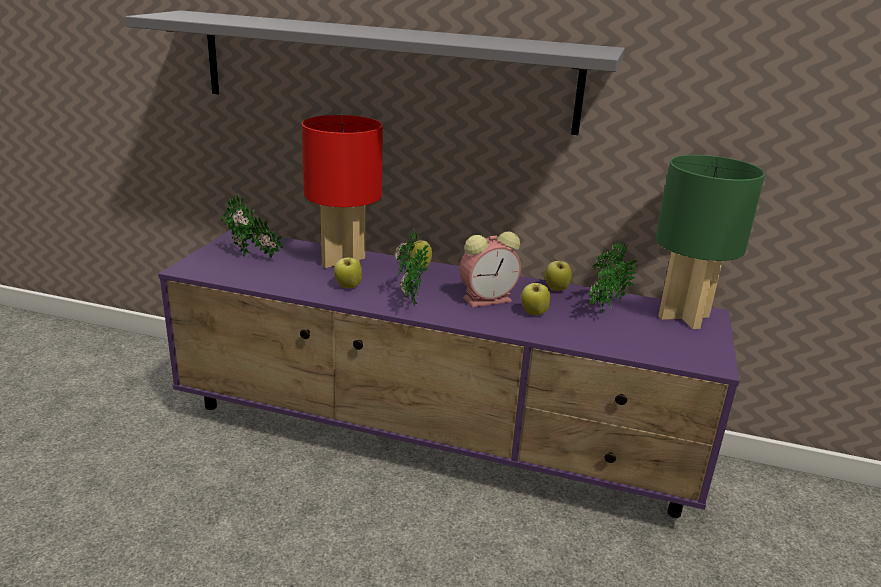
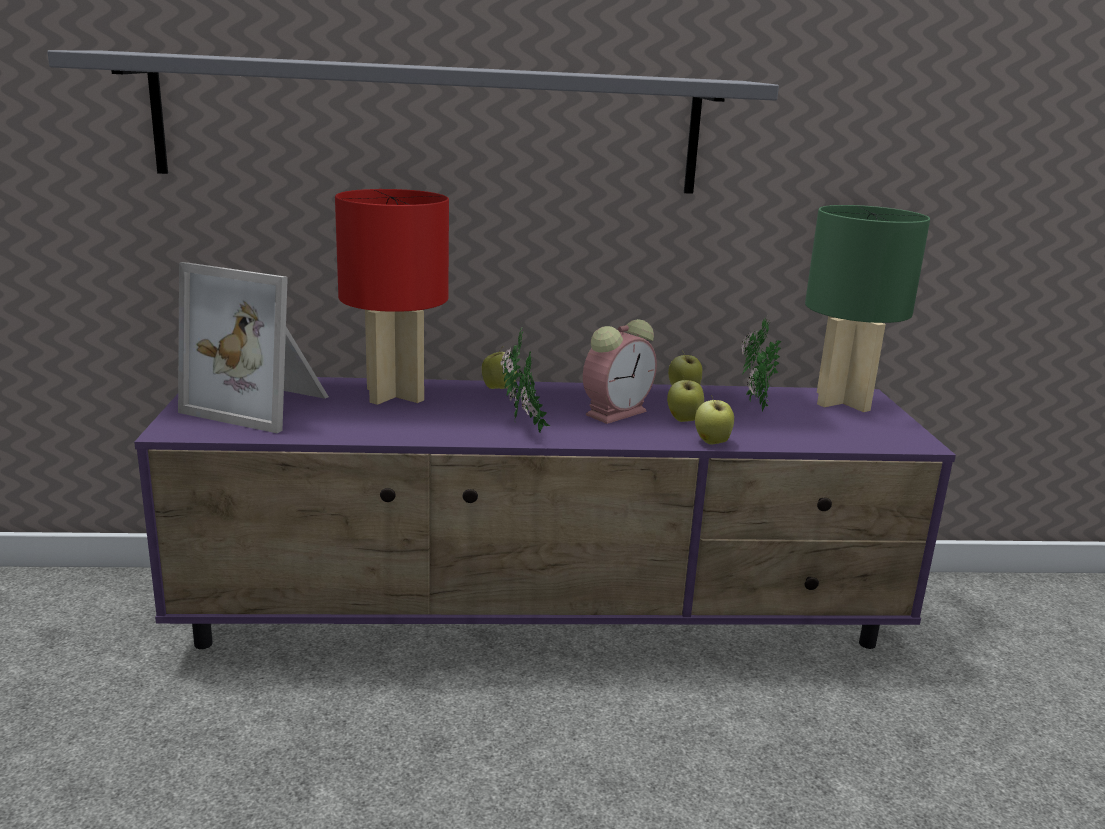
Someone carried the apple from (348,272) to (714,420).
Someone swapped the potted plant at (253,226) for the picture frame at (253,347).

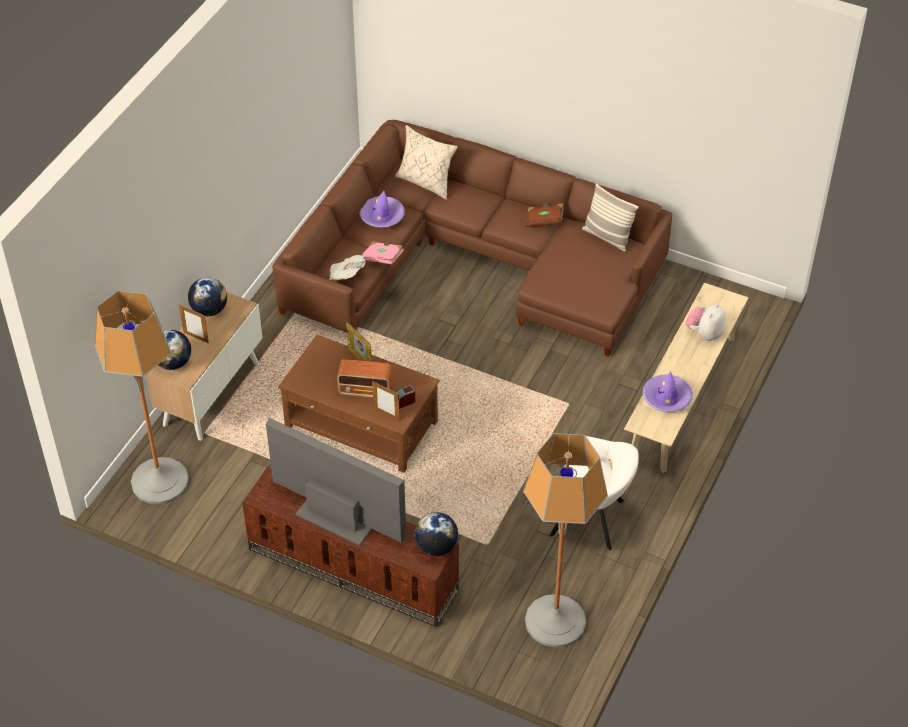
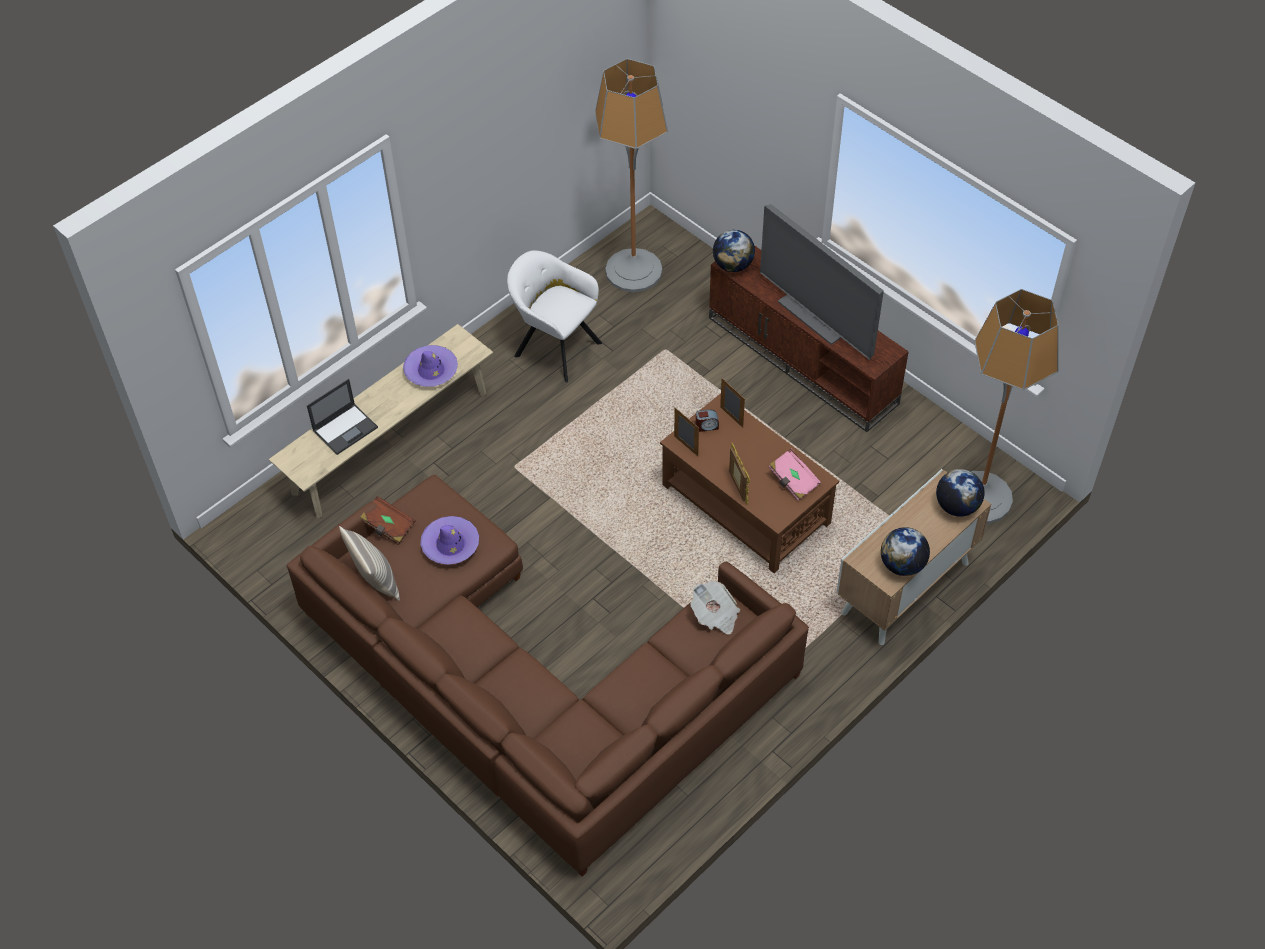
Someone took away the radio at (364,378).
Someone took away the pillow/beige at (426,162).
Someone carried the picture frame from (194,324) to (686,432).
Someone carried the hat/purple from (382,209) to (449,540).
Someone carried the book/pink from (383,252) to (795,475).
Someone carried the book/brown from (545,215) to (388,520).
Someone swapped the plush toy at (706,322) for the laptop at (342,417).

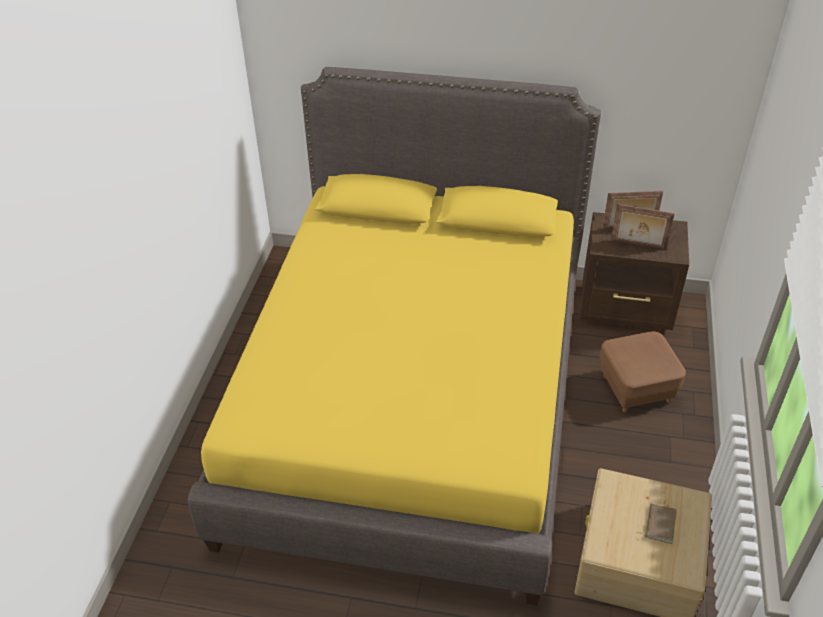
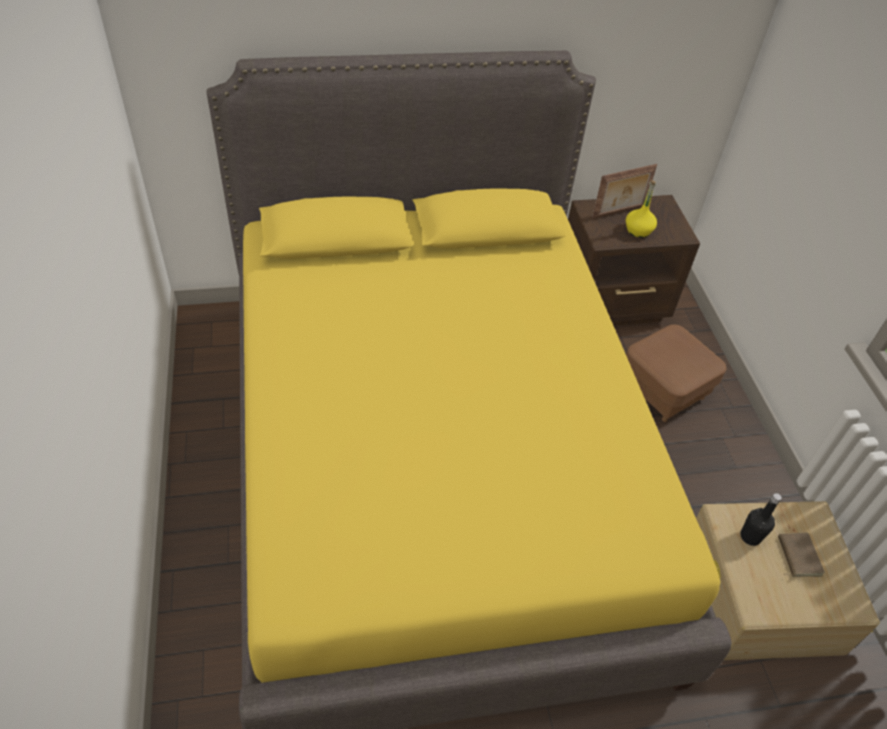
Someone put down the bottle/black at (761,519).
Someone swapped the picture frame at (643,226) for the bottle/yellow at (641,209).

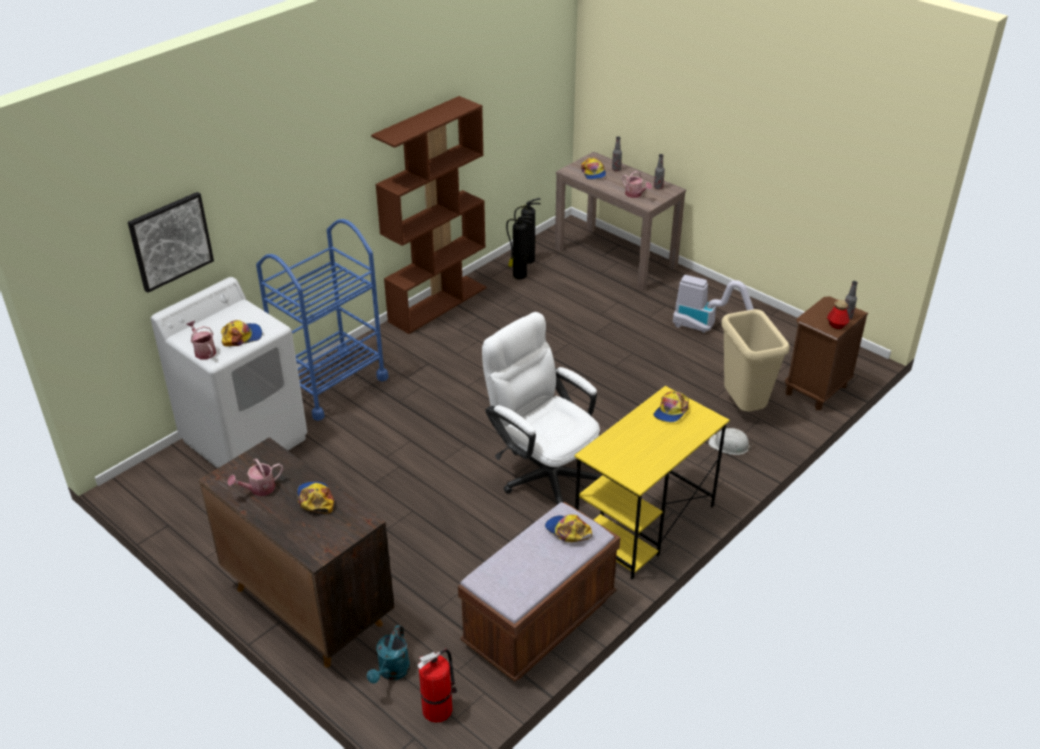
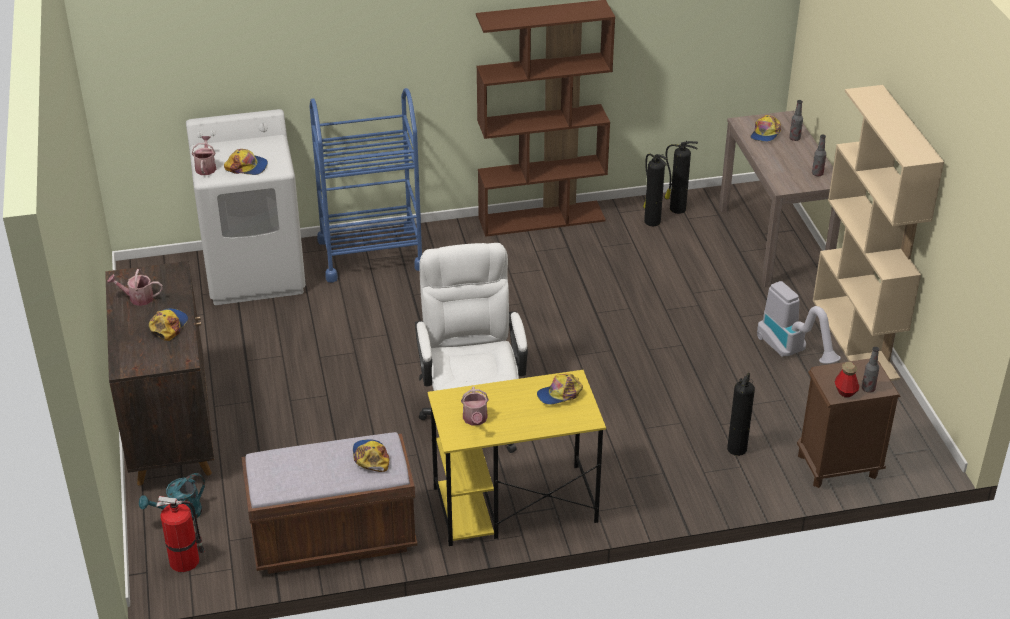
Someone took away the picture at (171,242).
Someone took away the hard hat/white at (730,441).
Someone put down the bookcase/beige at (878,233).
Someone carried the watering can from (637,184) to (475,406).
Someone swapped the trash can/beige at (755,360) for the fire extinguisher at (741,414).

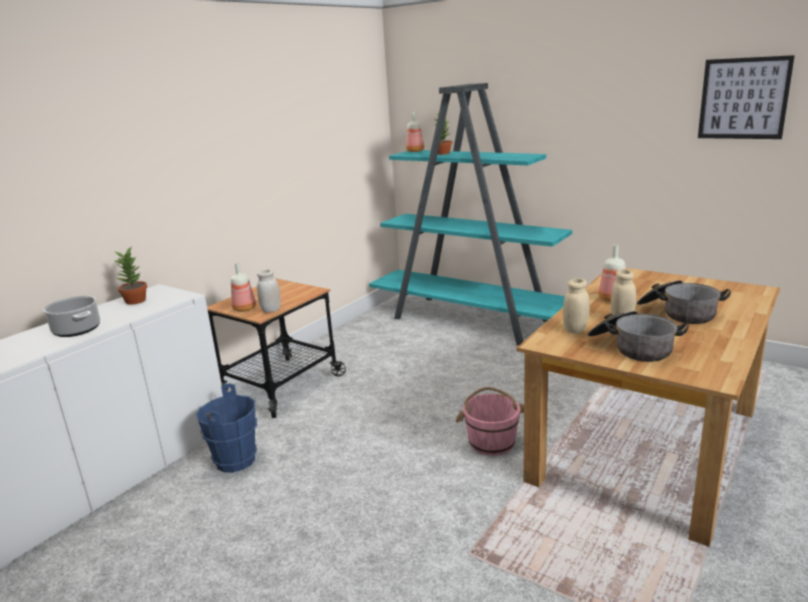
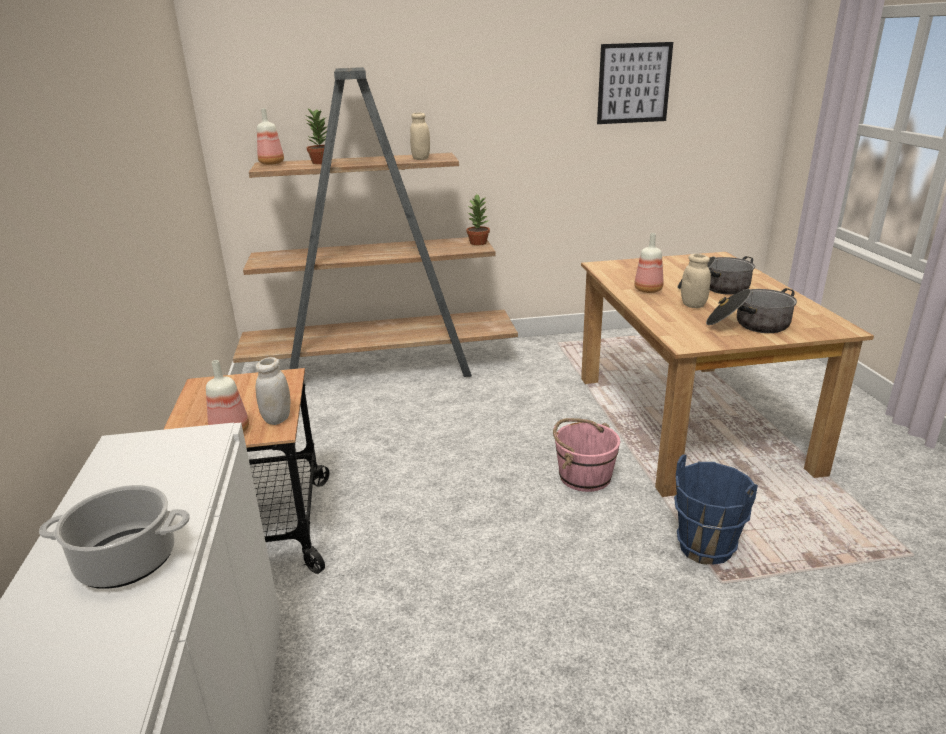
Someone carried the potted plant from (130,276) to (478,220).
Someone carried the bucket/blue from (226,428) to (716,509).
Someone carried the jar/beige from (576,306) to (420,136).
Someone repainted the bookcase/turquoise at (470,214), which became the bookcase/brown at (375,222).

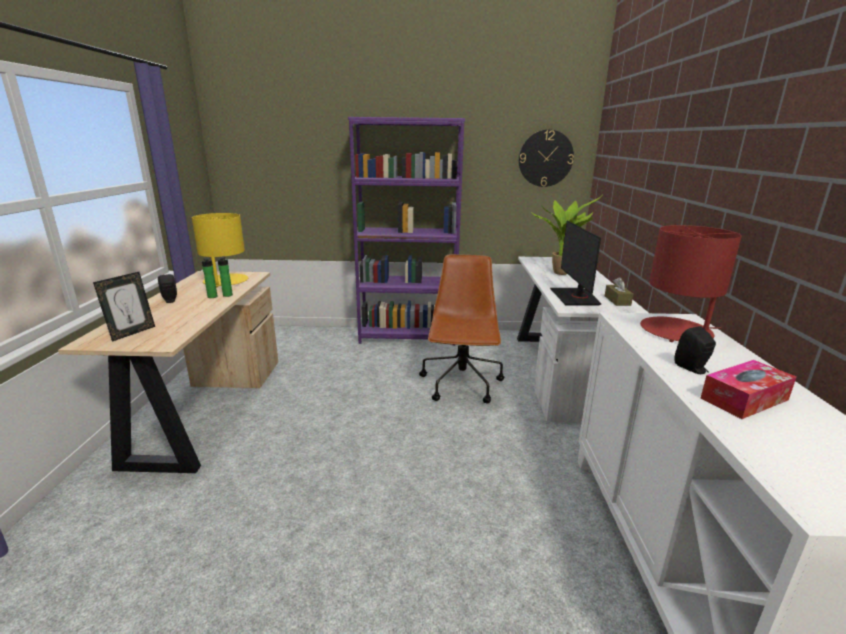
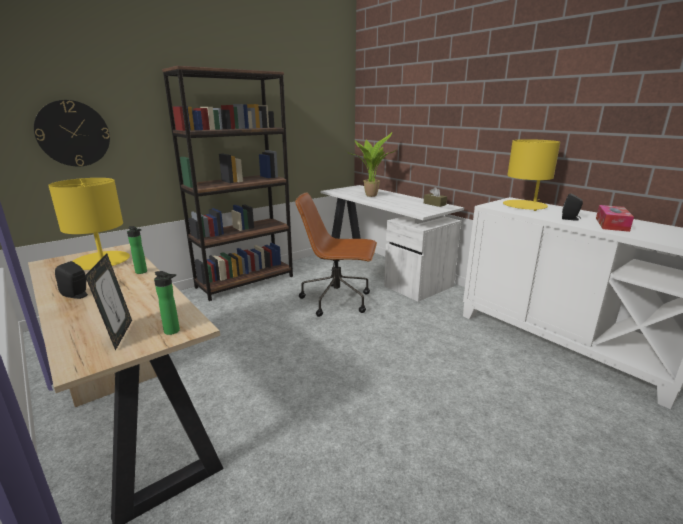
Someone took away the monitor at (575,263).
Someone carried the bottle from (209,277) to (167,303).
Someone carried the wall clock from (546,158) to (72,133).
Someone repainted the bookcase/purple at (406,231), which became the bookcase/brown at (227,183).
Someone repainted the table lamp/red at (691,283), which became the table lamp/yellow at (531,175).
Someone rotated the office chair/brown at (461,328) by 45 degrees counterclockwise.

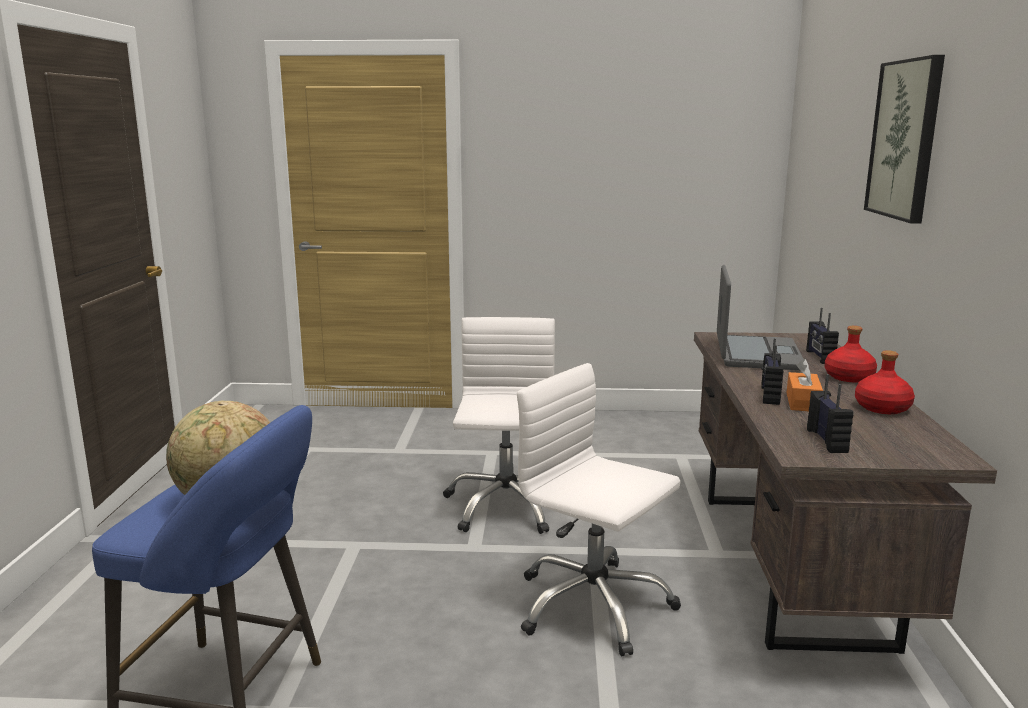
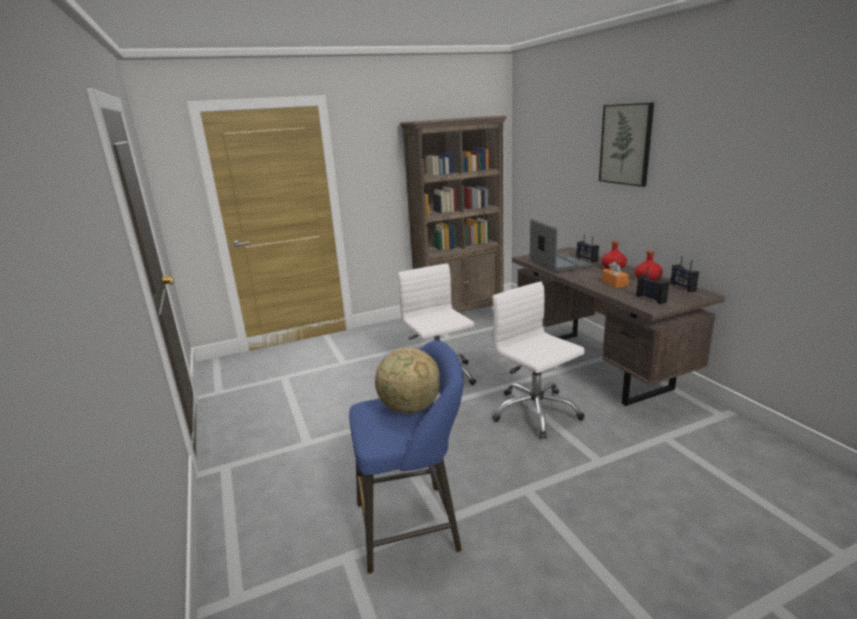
Someone put down the bookcase/brown at (453,214).
Someone carried the radio from (772,371) to (684,274).
Someone rotated the office chair/white at (599,509) by 45 degrees clockwise.

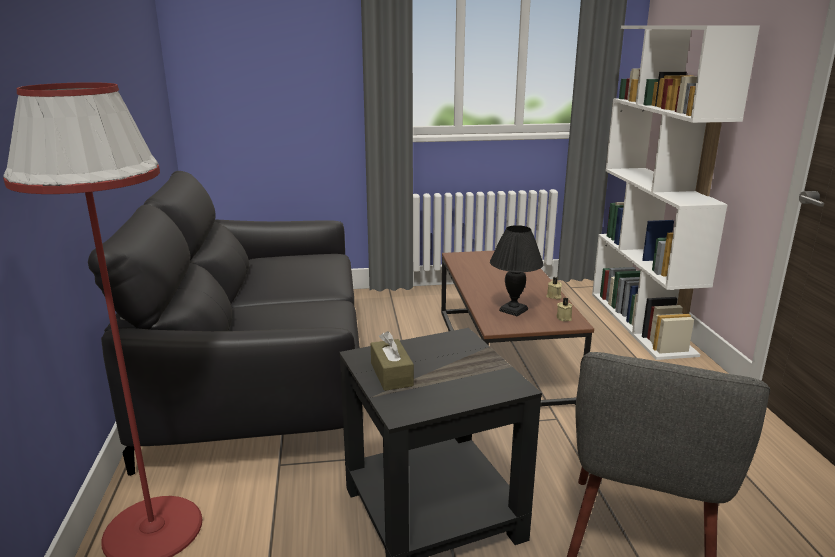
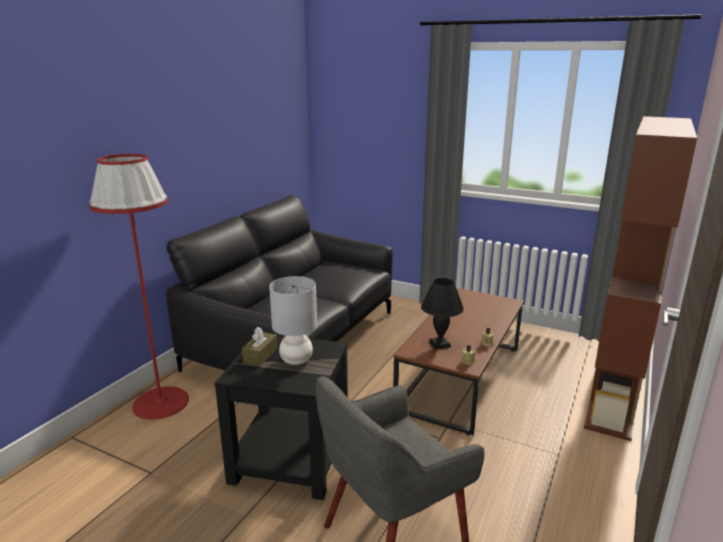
Someone put down the table lamp/grey at (293,320).
Someone repainted the bookcase/white at (676,192), which became the bookcase/brown at (640,278).

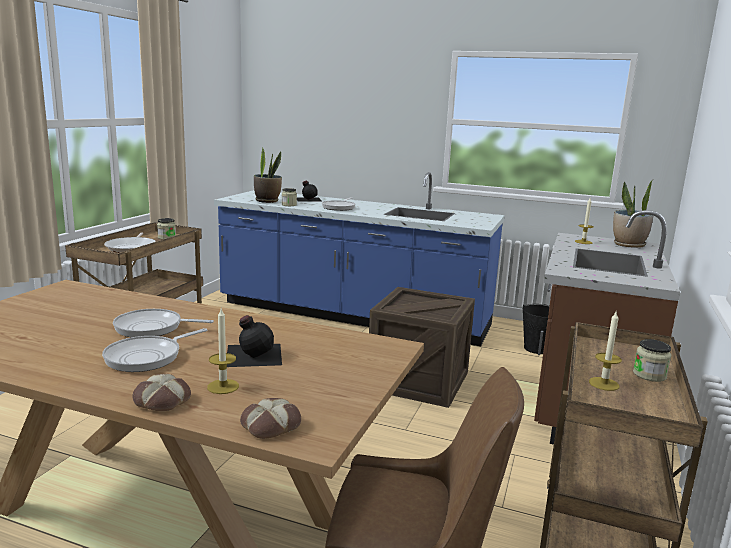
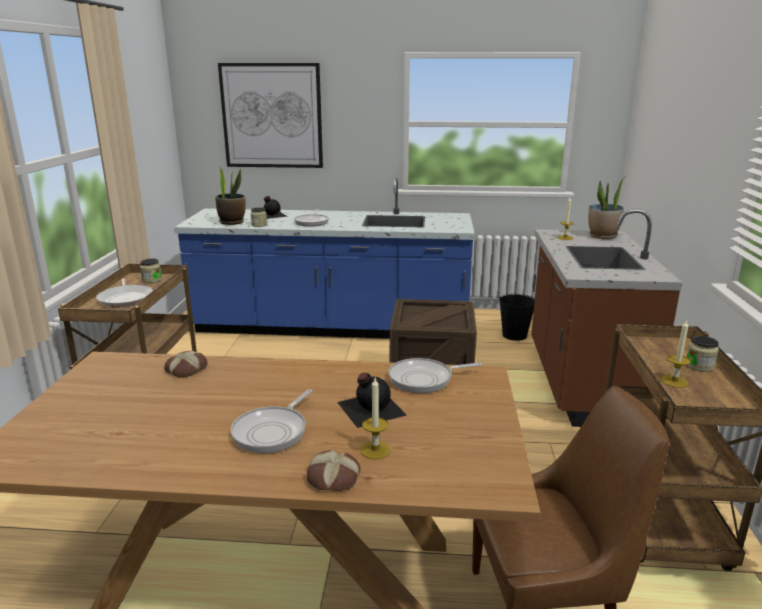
Someone put up the picture at (270,115).
Someone carried the frying pan from (163,323) to (435,375).
Someone carried the bread from (270,418) to (186,364).

